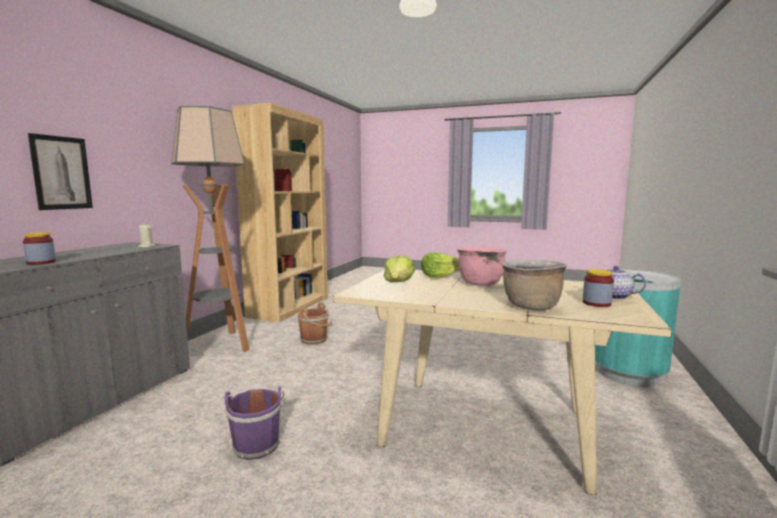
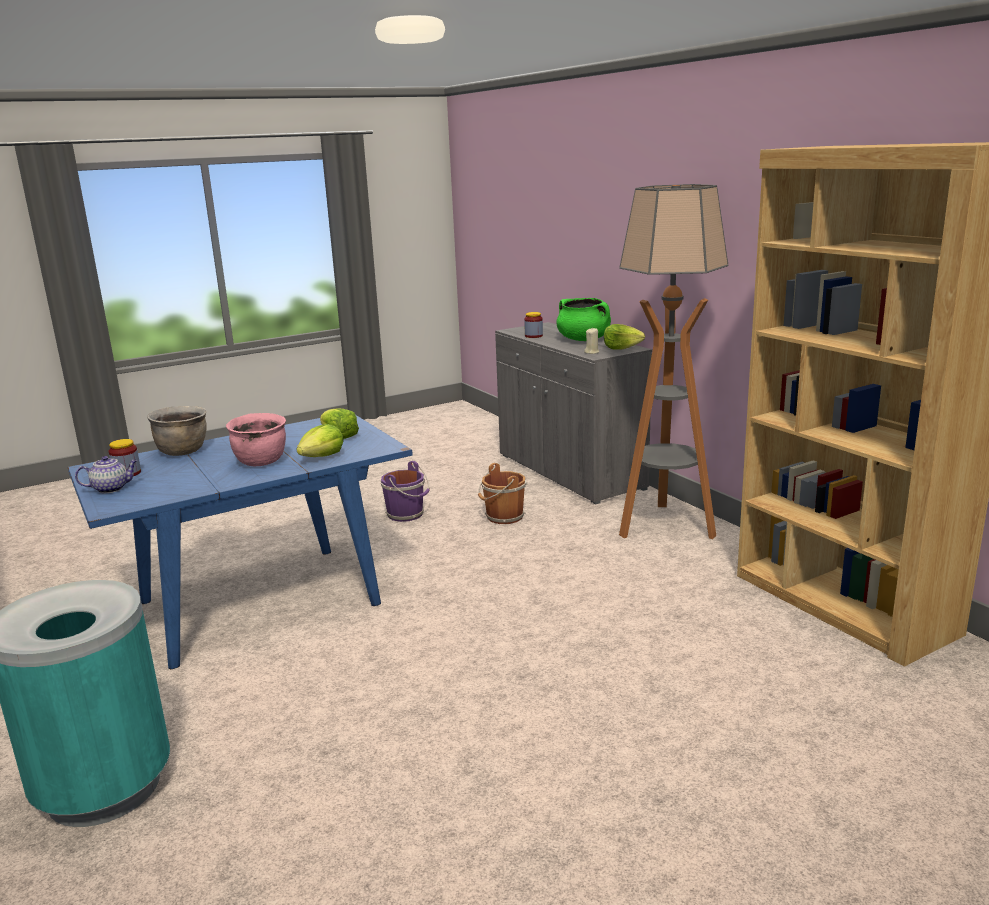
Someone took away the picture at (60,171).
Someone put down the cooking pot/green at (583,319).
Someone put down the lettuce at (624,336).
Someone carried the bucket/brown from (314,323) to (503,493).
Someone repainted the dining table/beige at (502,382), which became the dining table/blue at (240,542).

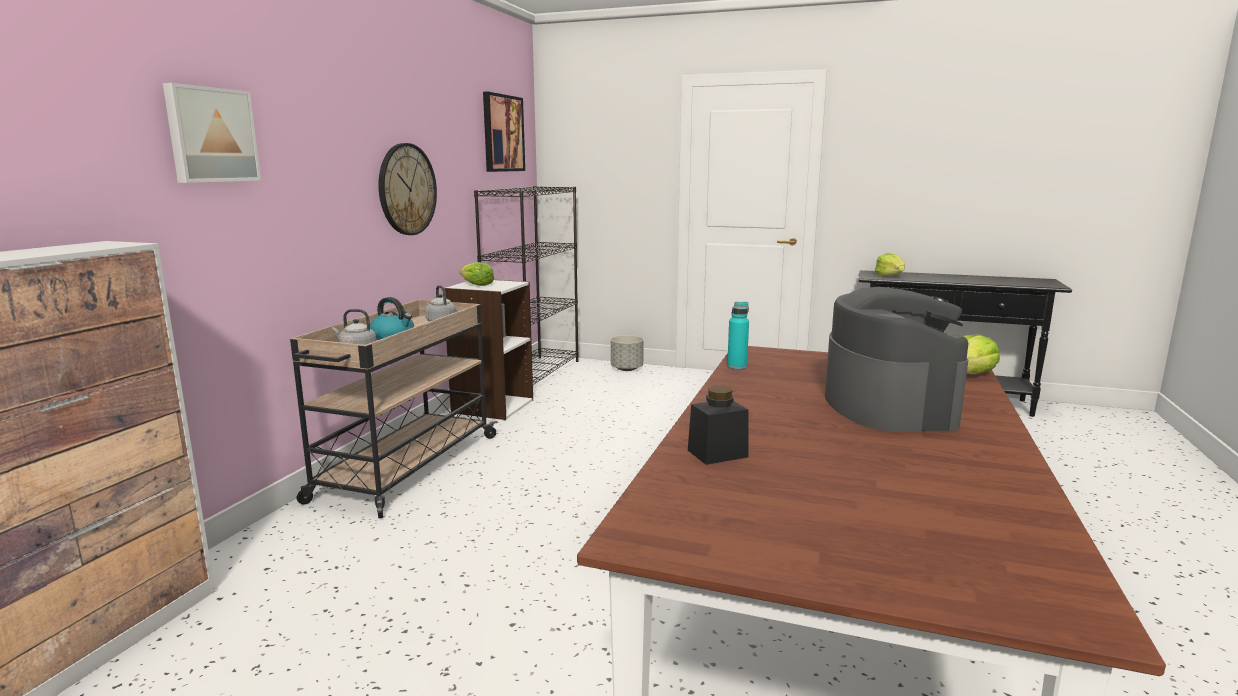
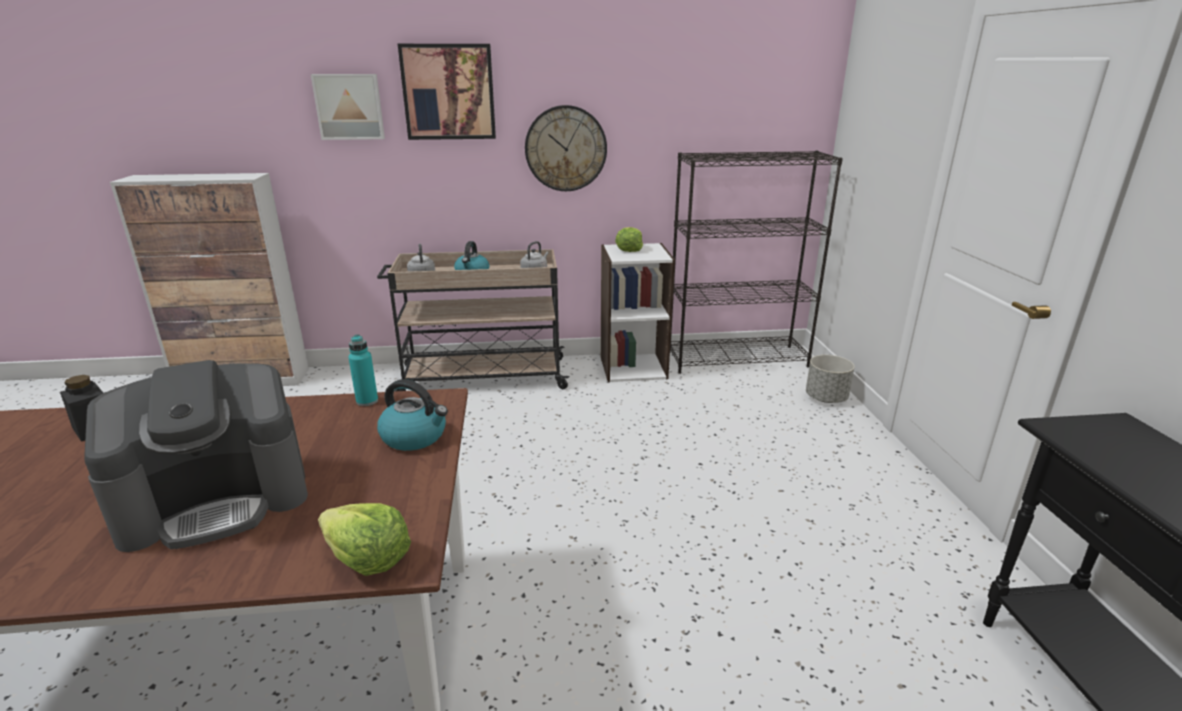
Someone took away the lettuce at (890,264).
Someone put down the kettle at (412,415).
Someone carried the picture from (504,132) to (447,92).

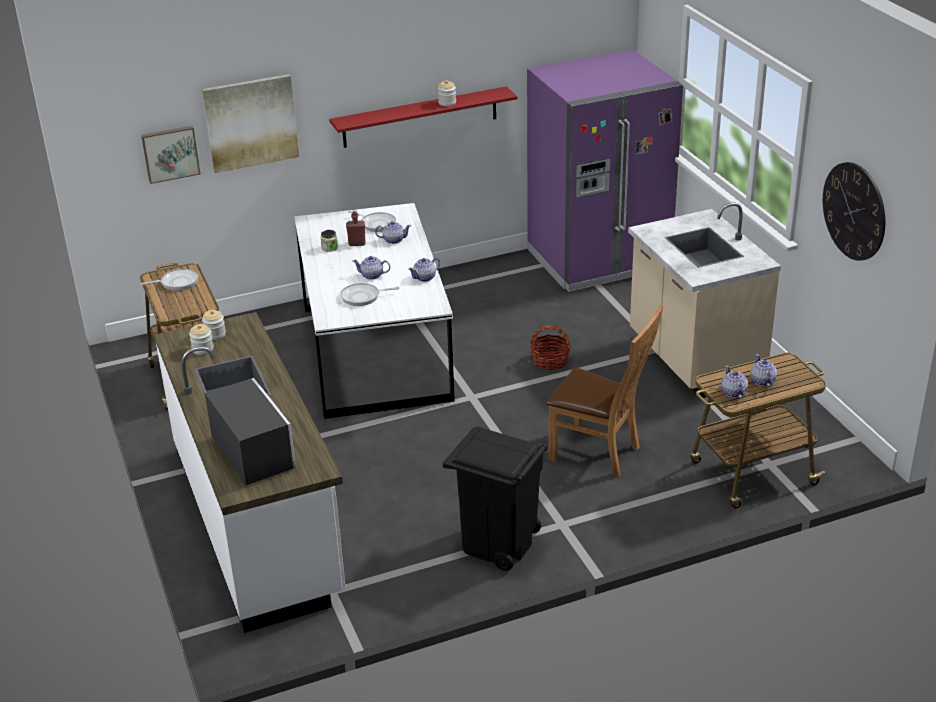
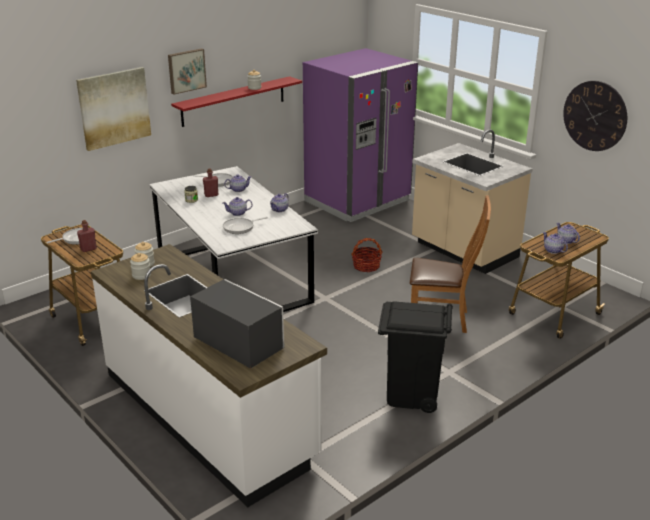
Someone put down the bottle/red at (87,236).
Someone carried the picture from (170,155) to (187,71).

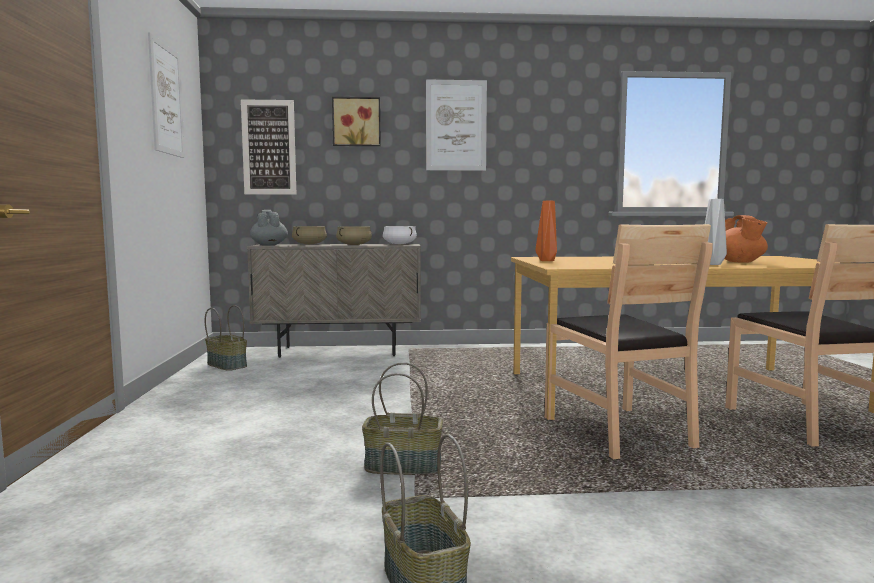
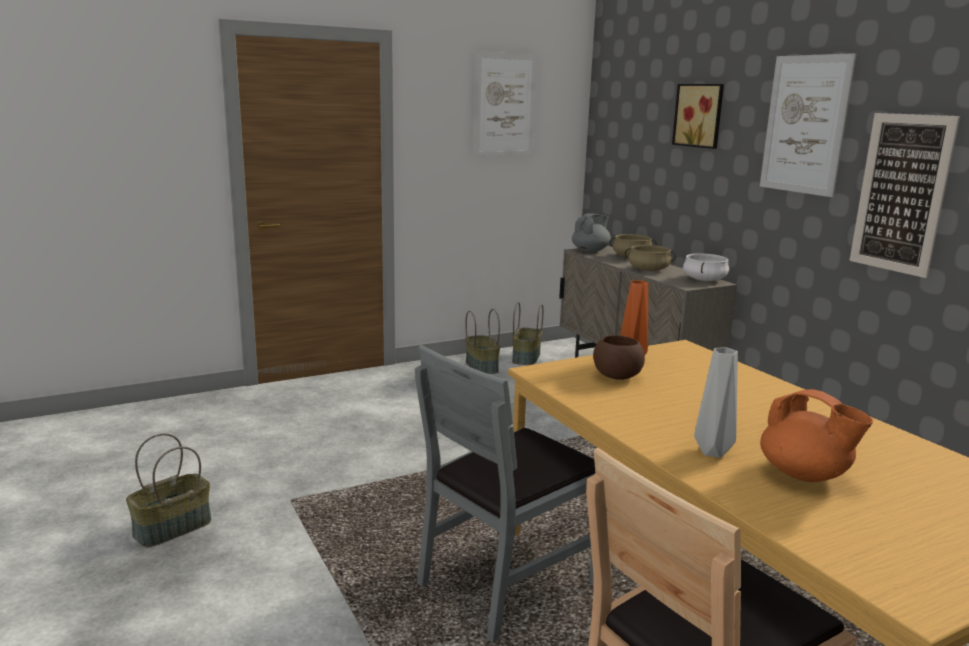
Someone put down the bowl/brown at (619,357).
Someone carried the picture from (269,147) to (905,195).
Someone carried the basket from (402,418) to (482,341).
Someone repainted the chair/brown at (629,341), which became the chair/grey at (505,494).
Someone rotated the teapot/orange at (746,239) by 105 degrees counterclockwise.

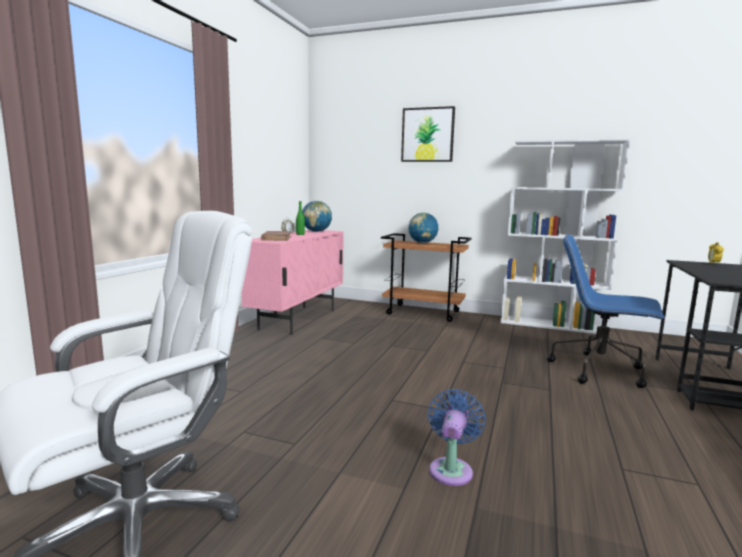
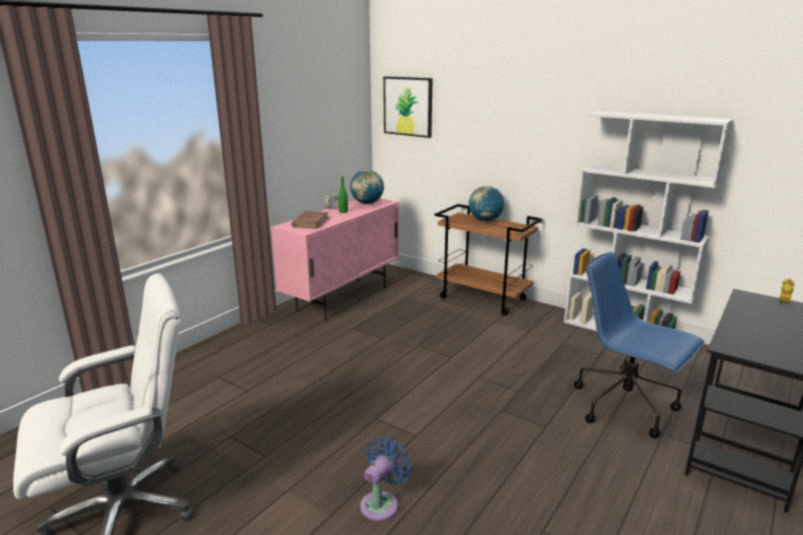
Someone carried the picture from (428,134) to (408,107).

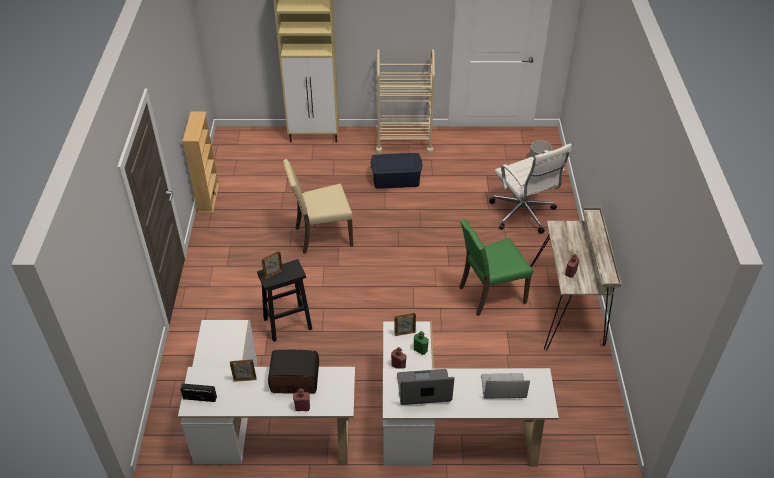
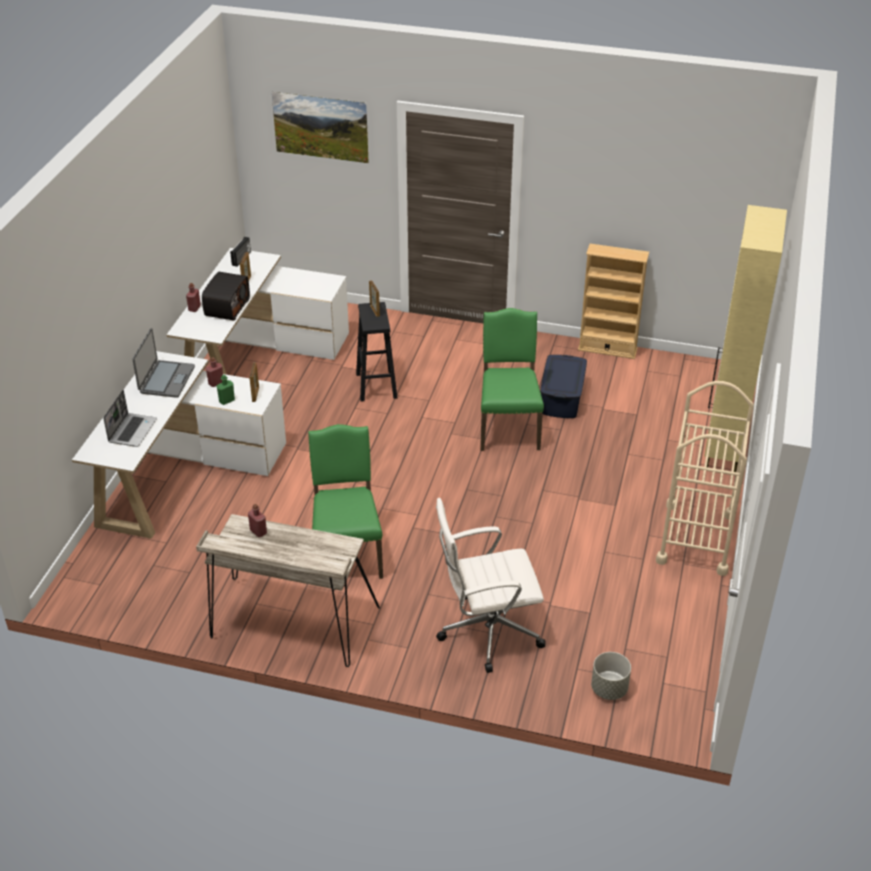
Someone put up the picture at (320,127).
Someone carried the storage box/blue from (396,171) to (563,386).
Someone repainted the chair/beige at (318,206), which became the chair/green at (512,379).

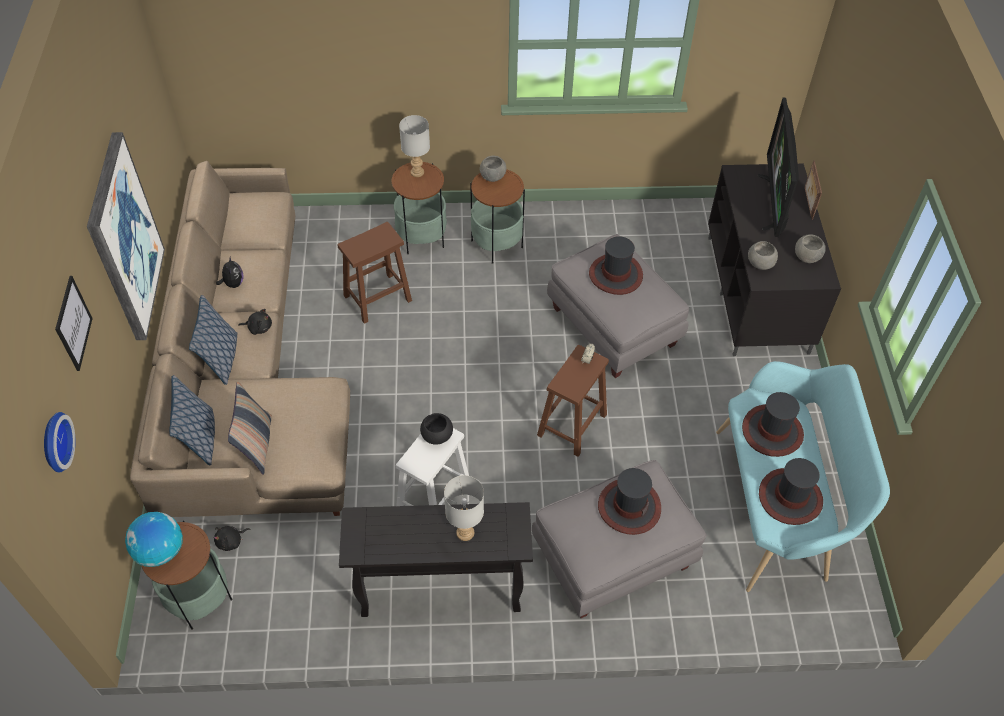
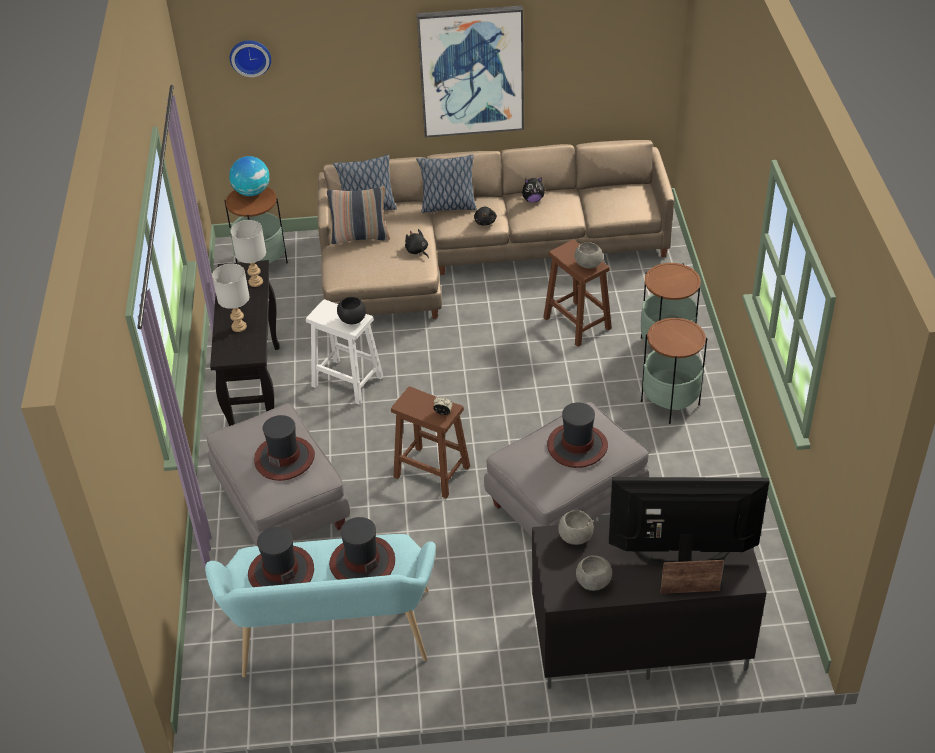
Someone took away the picture at (74,323).
Someone carried the plush toy/black from (232,538) to (417,244).
Someone carried the table lamp/grey from (414,146) to (248,253).
Someone carried the bowl/grey from (493,169) to (589,255).

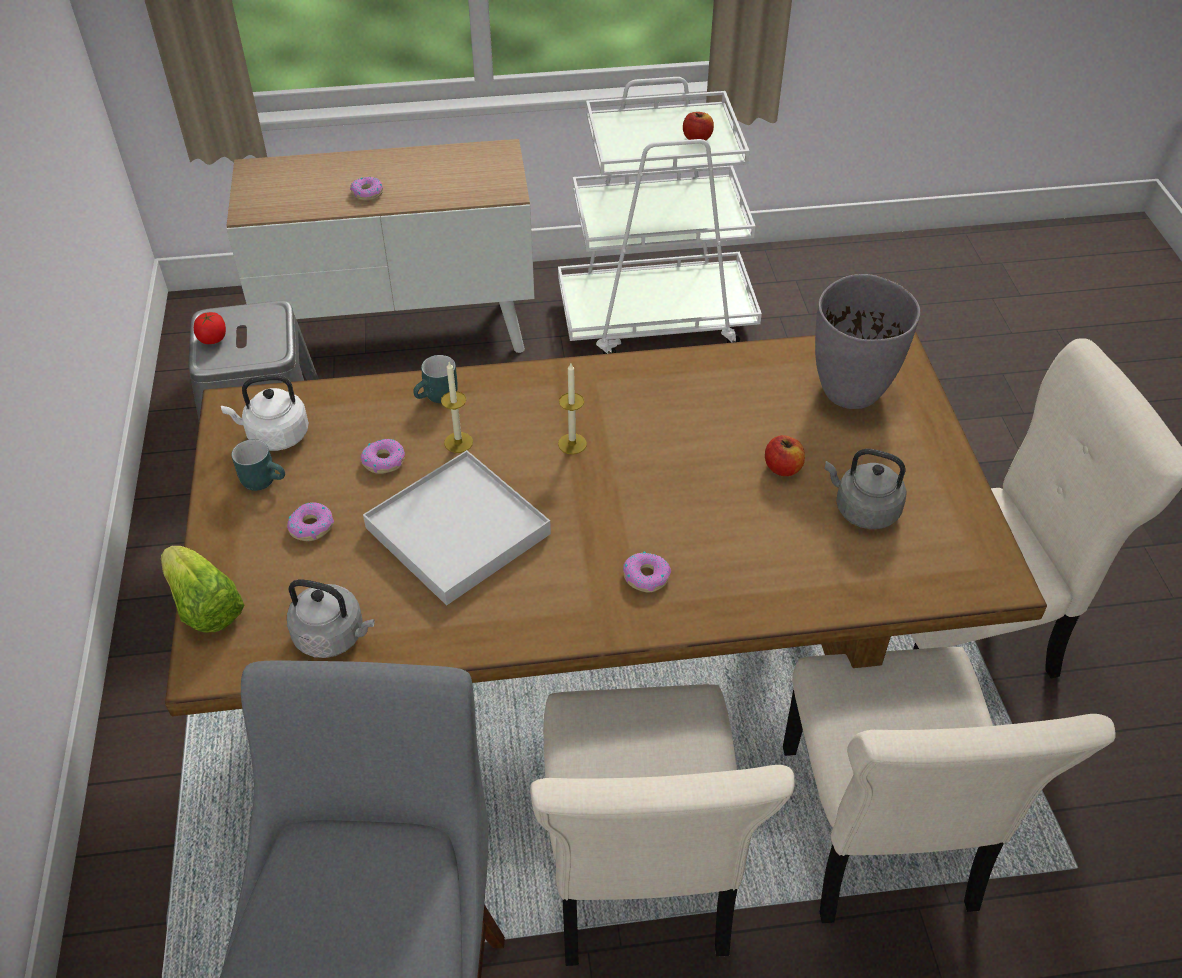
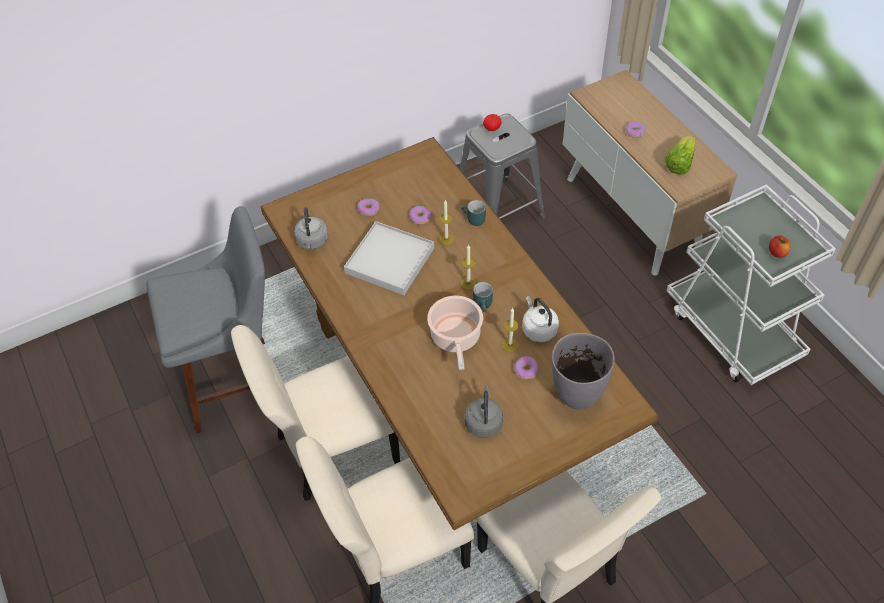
Someone took away the apple at (785,455).
Someone put down the cooking pot at (455,333).
Someone put down the candle at (510,330).
Someone carried the lettuce from (202,589) to (680,154).
Someone carried the kettle/white from (265,413) to (540,319).
Someone carried the mug/turquoise from (258,465) to (483,297).
Someone carried the donut from (647,572) to (526,367).

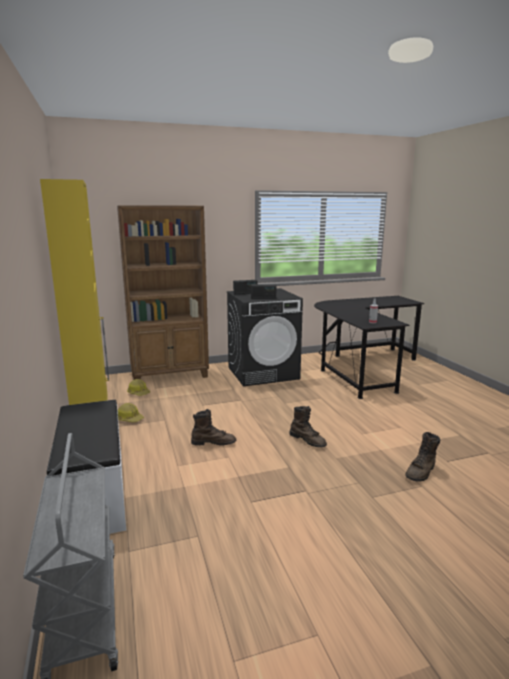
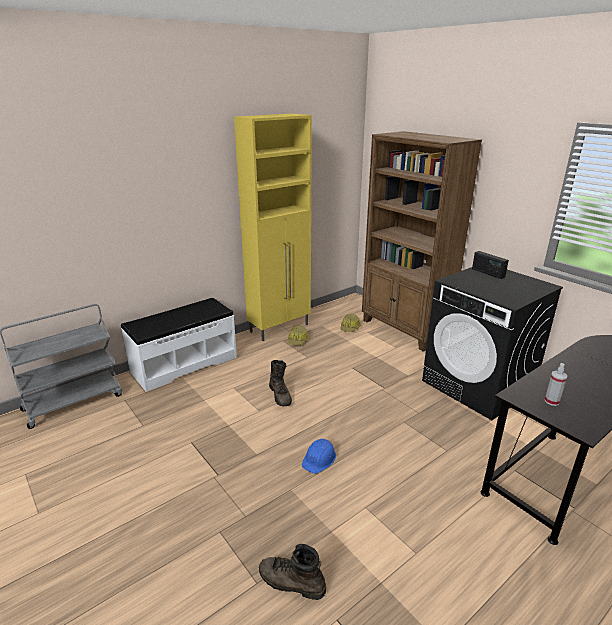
Someone took away the radio at (263,291).
Someone swapped the boot/brown at (308,426) for the hard hat/blue at (319,456).

